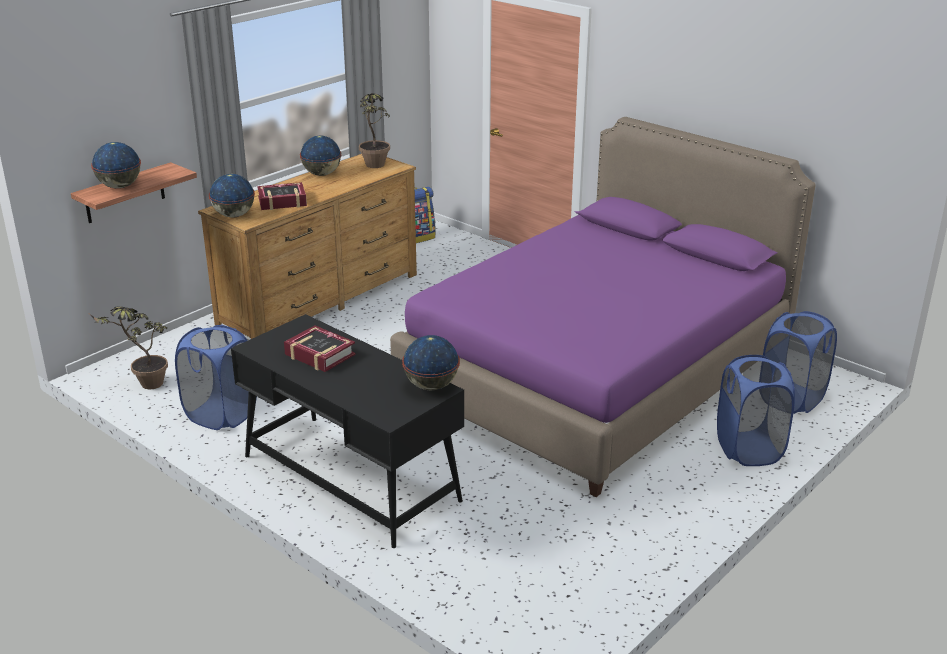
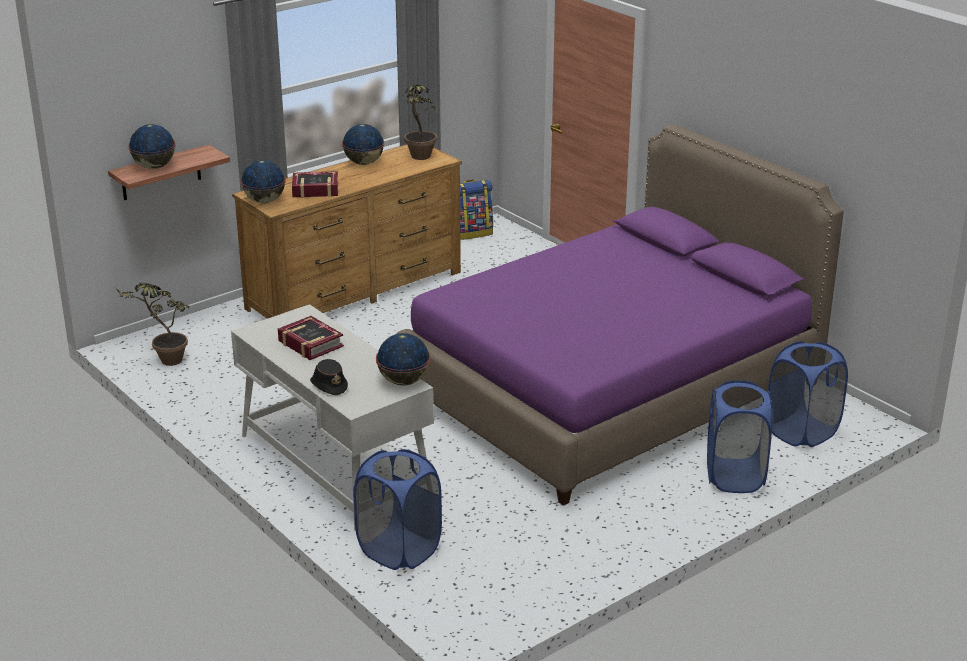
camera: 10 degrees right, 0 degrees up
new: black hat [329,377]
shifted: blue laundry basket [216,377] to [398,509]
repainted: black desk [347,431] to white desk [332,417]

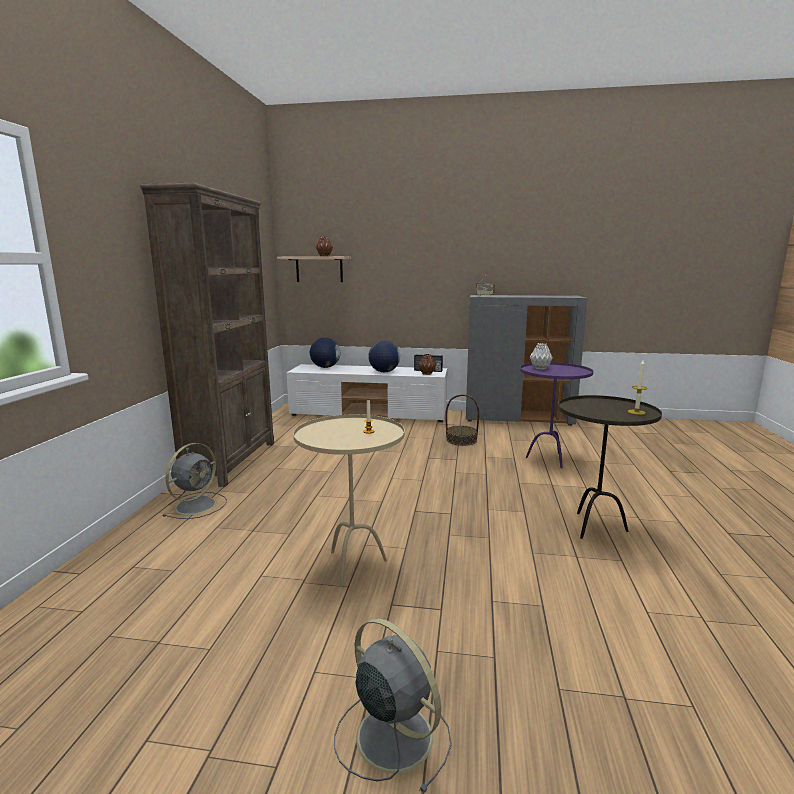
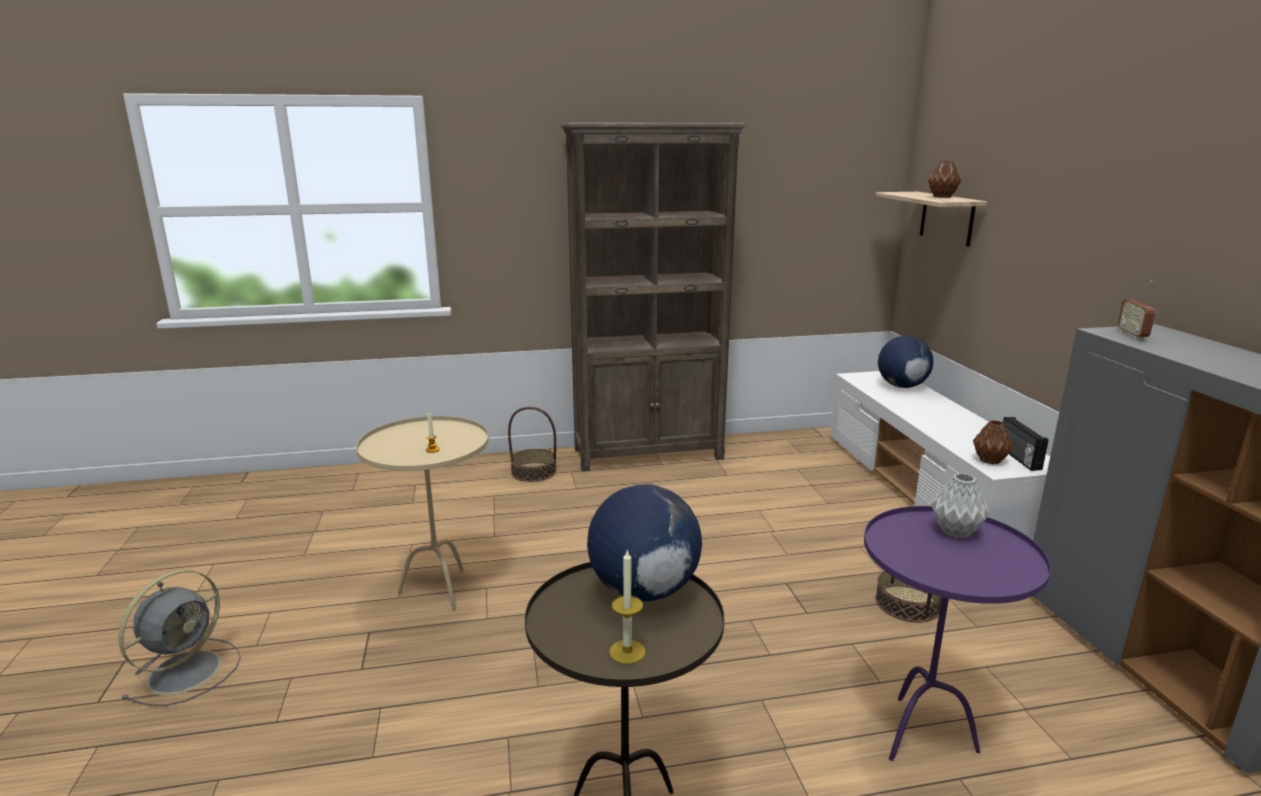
camera: 70 degrees right, 5 degrees up
shifted: globe [384,356] to [644,542]
swapped: grey fan [195,481] to basket [532,444]

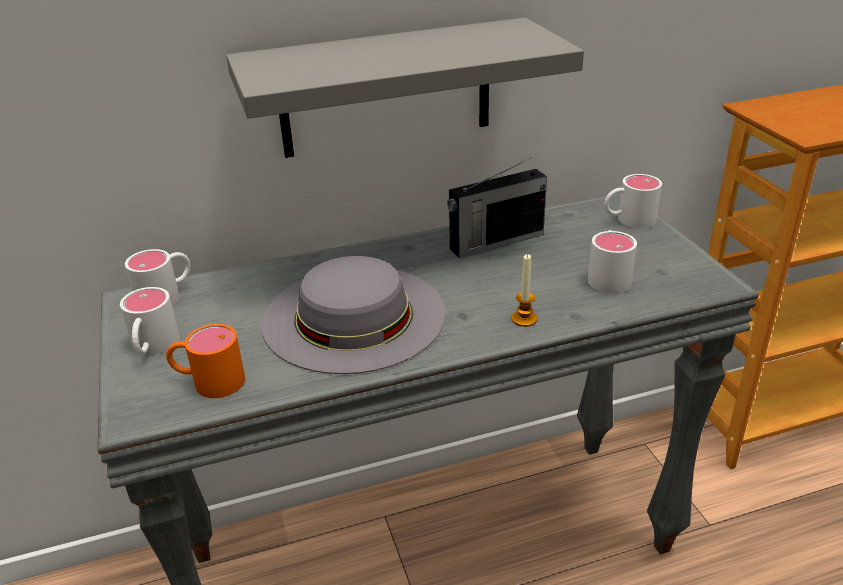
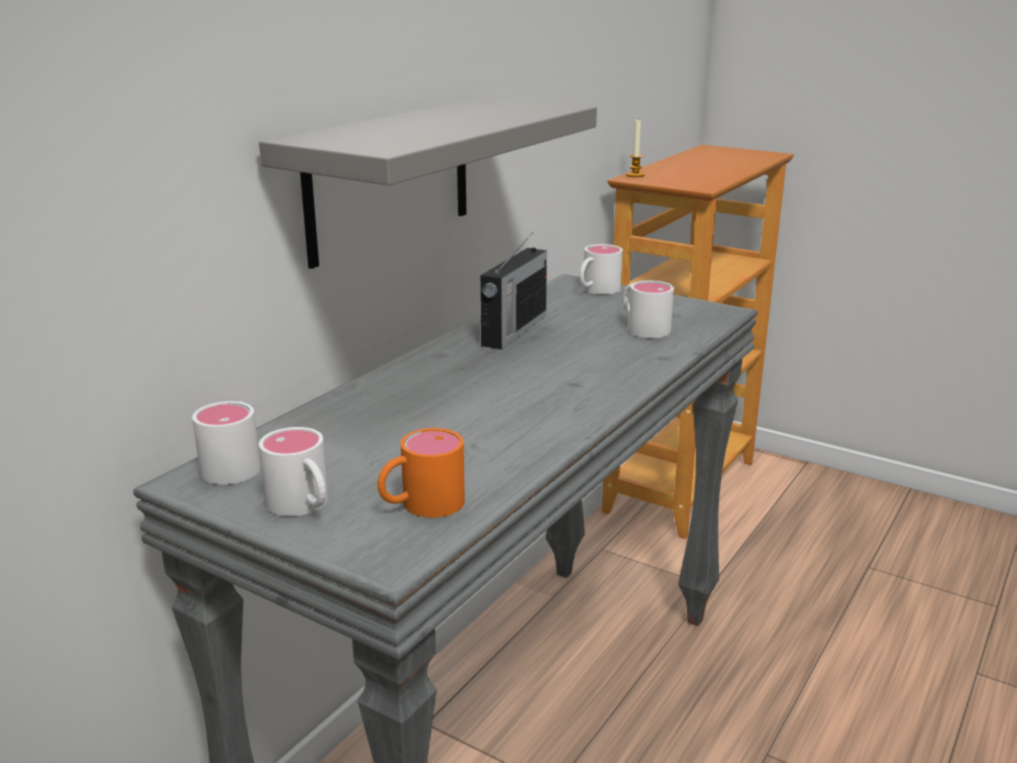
camera: 40 degrees left, 10 degrees down
gone: grey hat [353,315]
shifted: candle [524,290] to [635,148]

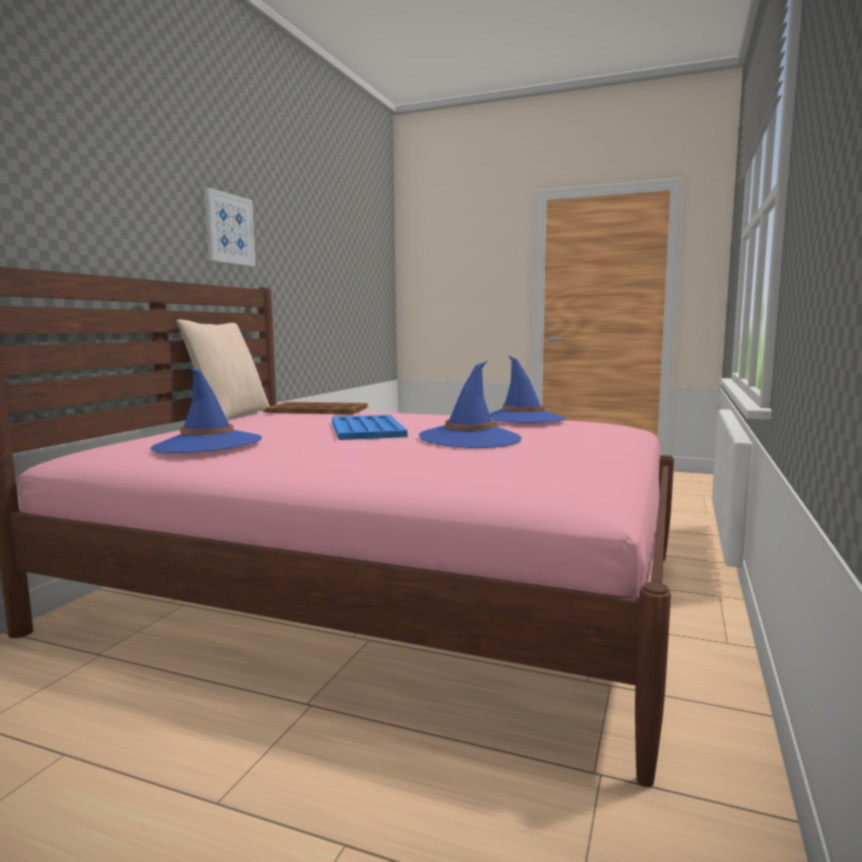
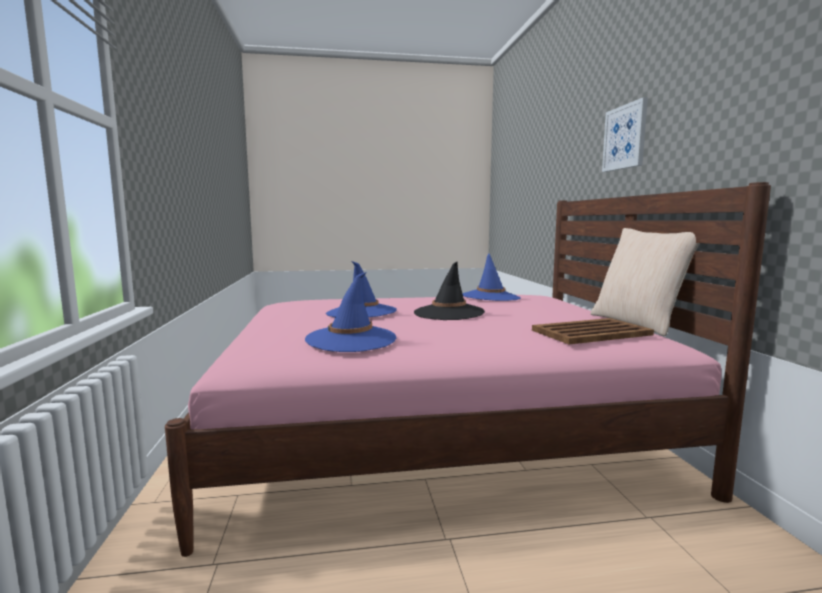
camera: 150 degrees right, 0 degrees up
shifted: picture [230,227] to [625,134]
swapped: blue tray [370,427] to black hat [449,290]

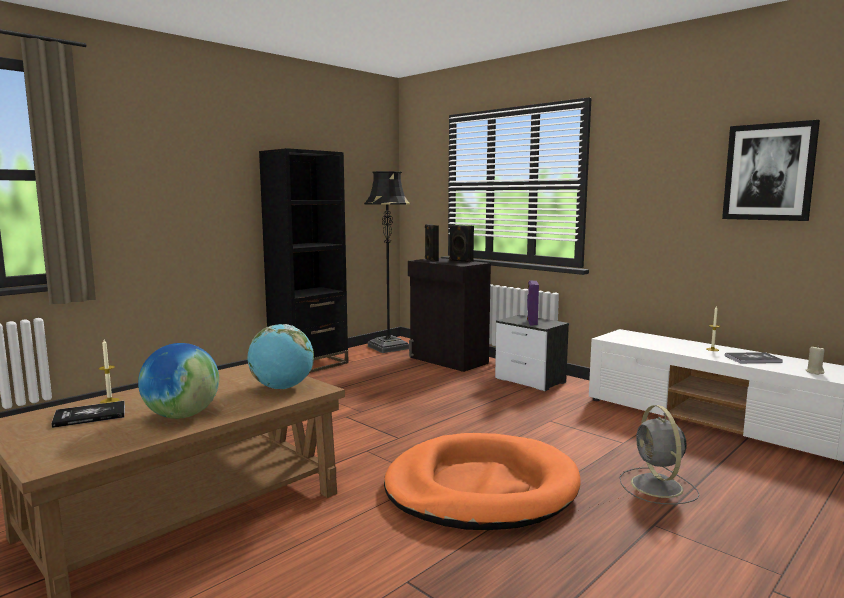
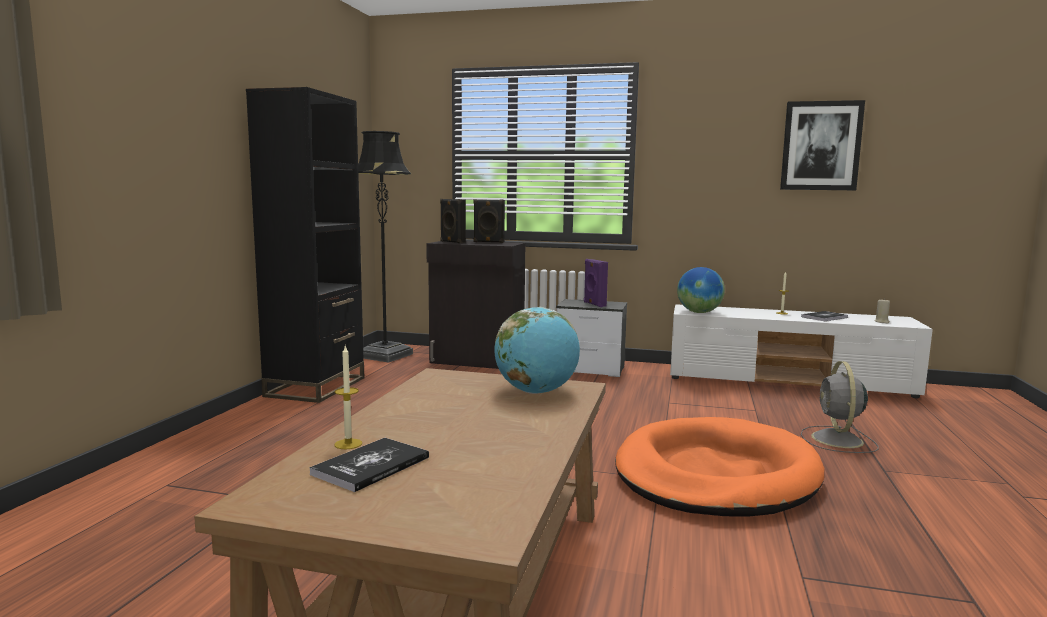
camera: 30 degrees left, 0 degrees up
shifted: globe [178,381] to [701,290]
rotated: grey fan [660,454] = [840,407] 45 degrees clockwise

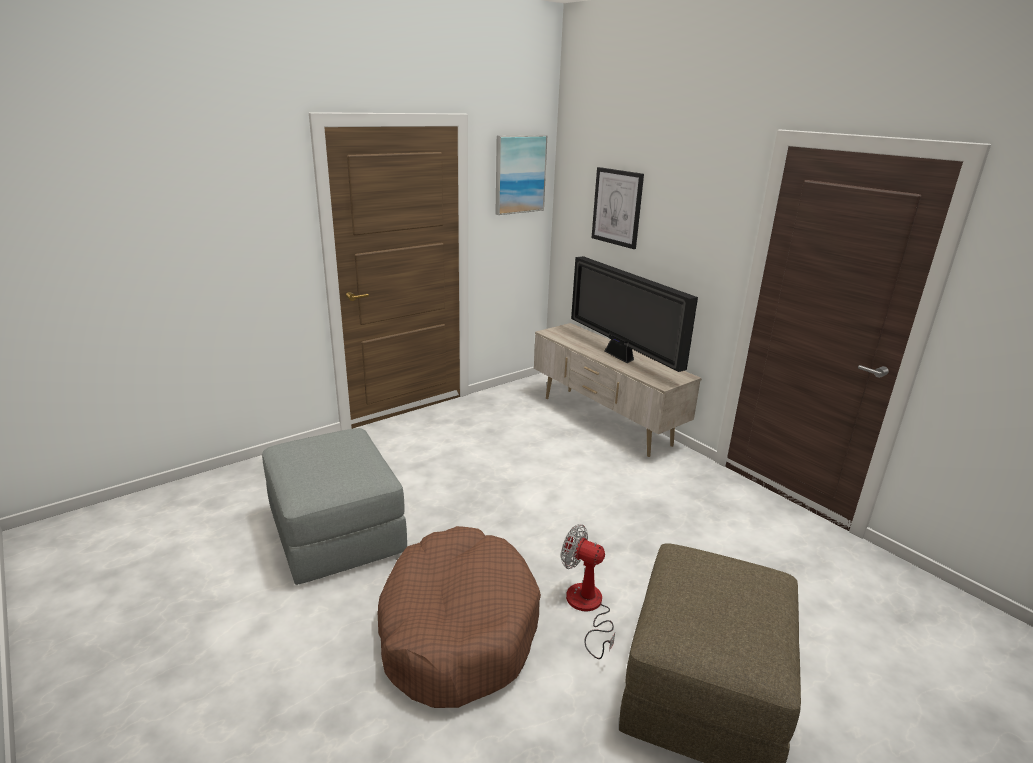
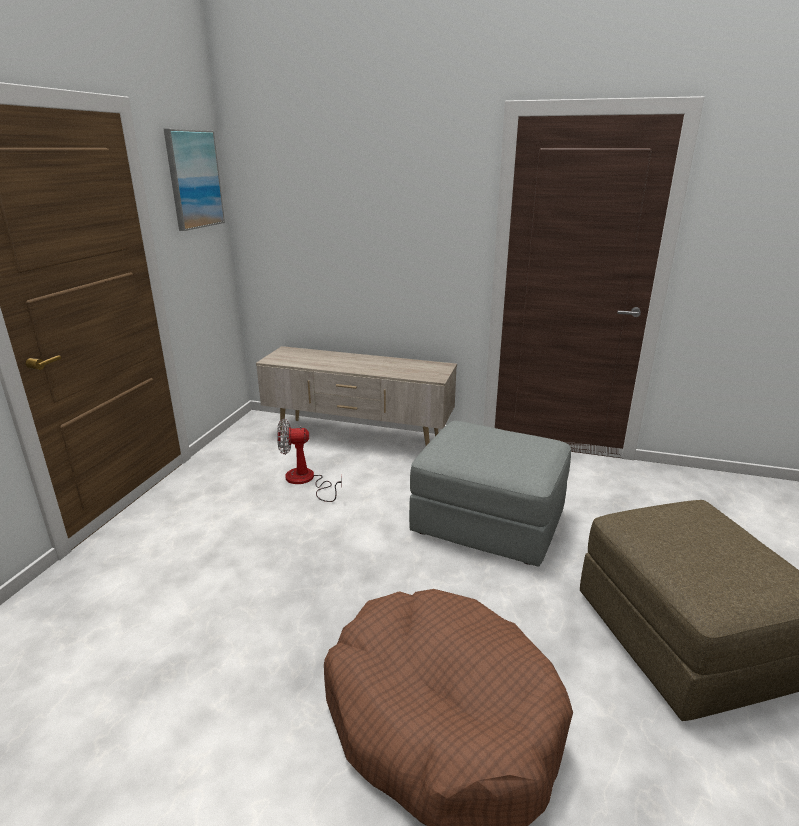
camera: 35 degrees left, 0 degrees up
gone: television [634,314]; picture [618,208]
shifted: grey ottoman [334,506] to [490,494]; fan [588,591] to [309,460]

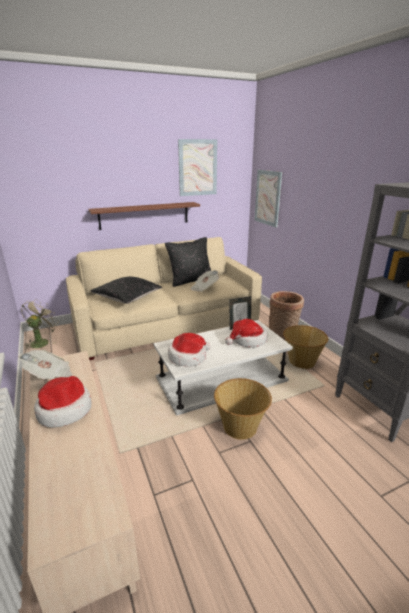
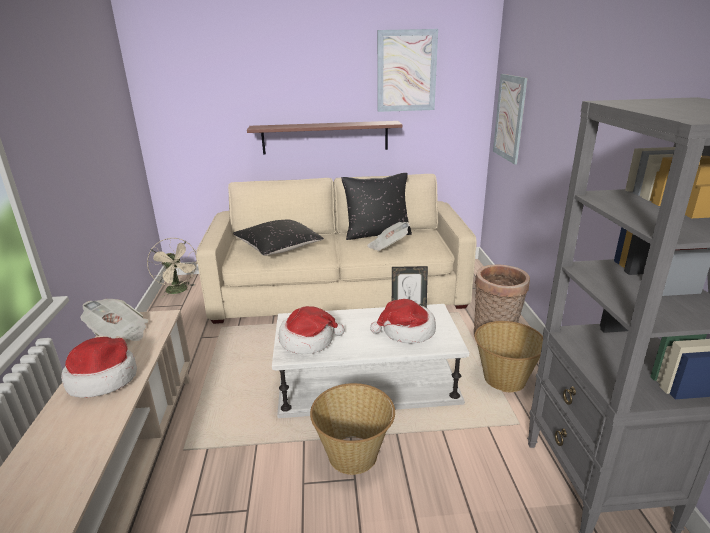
camera: 20 degrees right, 0 degrees up
rotated: beige fan [40,324] = [172,268] 105 degrees clockwise

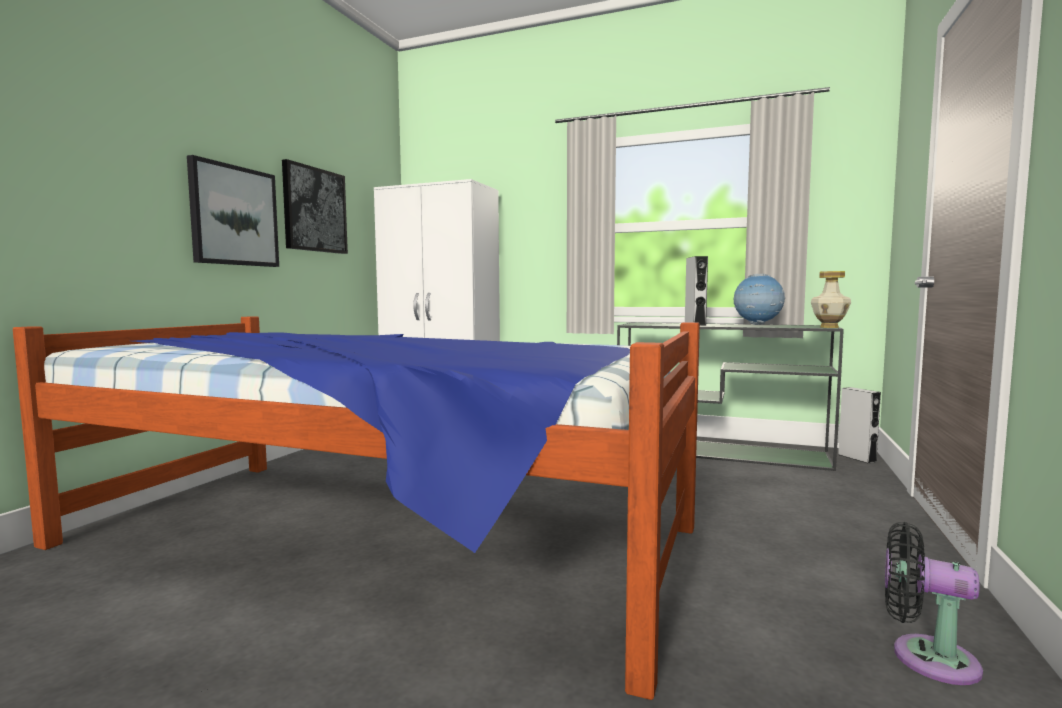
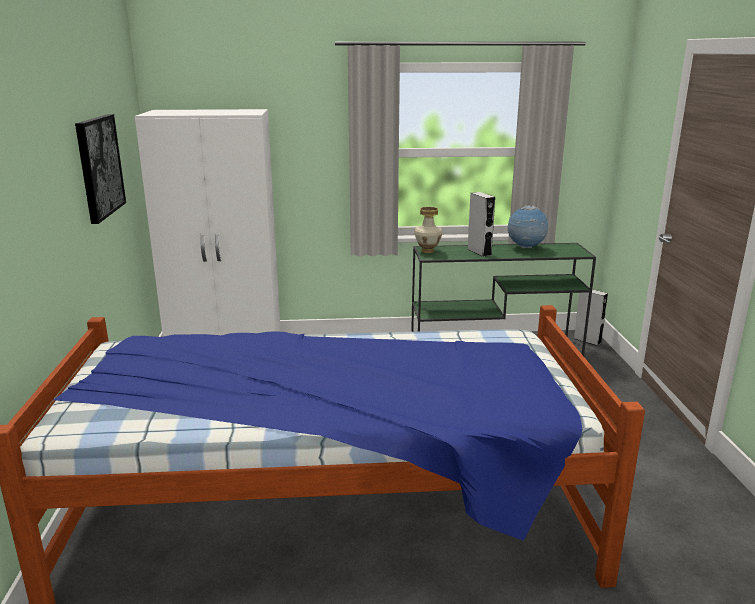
camera: 25 degrees left, 15 degrees up
gone: picture [233,211]; black fan [934,603]
shifted: vase [831,299] to [429,230]

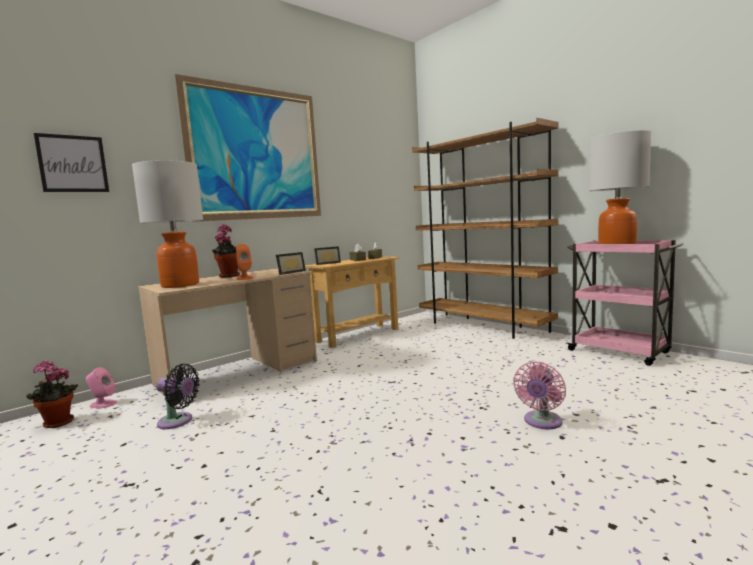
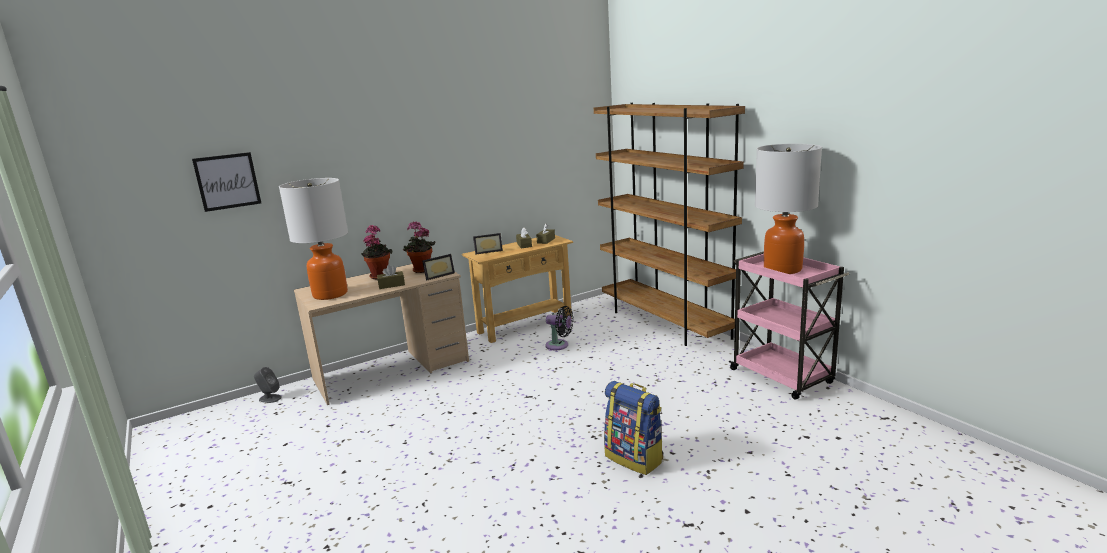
camera: 10 degrees right, 10 degrees up
gone: picture [248,148]
shifted: potted plant [52,394] to [419,247]; black fan [178,396] to [559,328]
swapped: orange speaker [245,262] to brown tissue box [391,277]; pink fan [539,395] to backpack [633,428]
repainted: pink speaker [101,388] to grey speaker [268,385]

